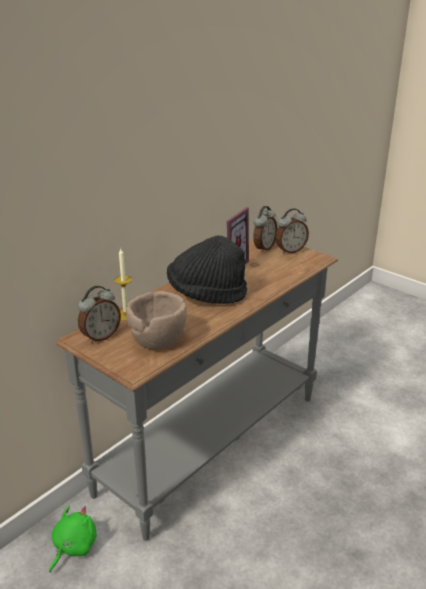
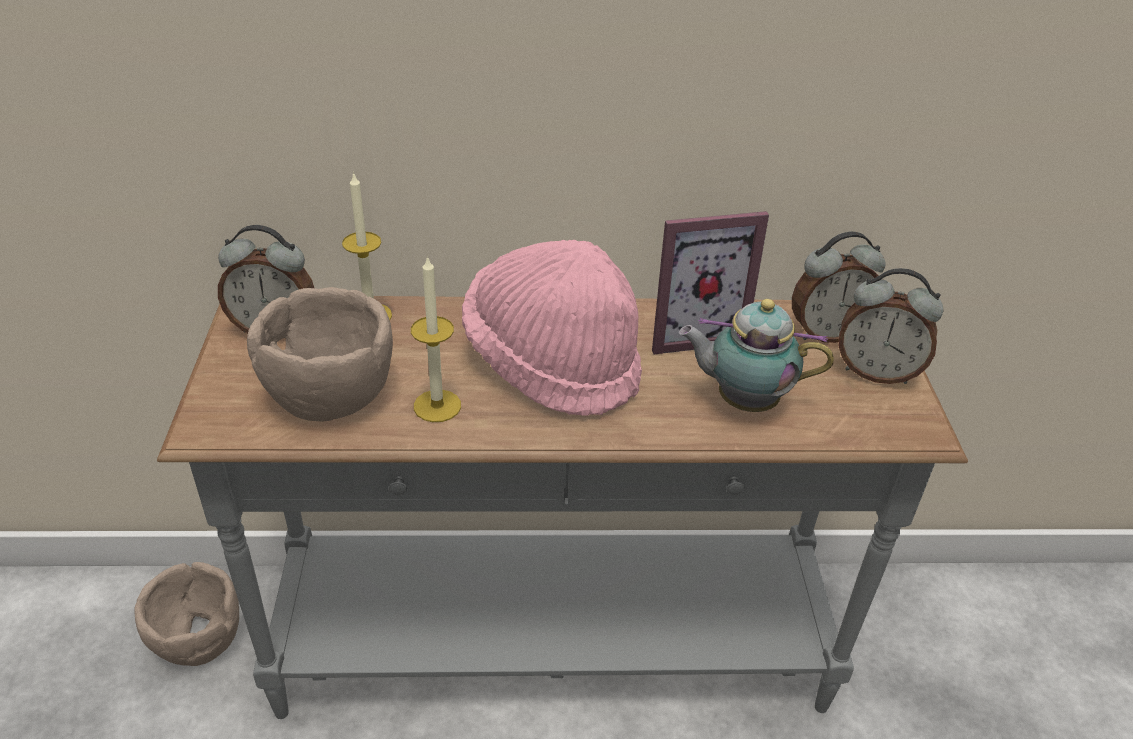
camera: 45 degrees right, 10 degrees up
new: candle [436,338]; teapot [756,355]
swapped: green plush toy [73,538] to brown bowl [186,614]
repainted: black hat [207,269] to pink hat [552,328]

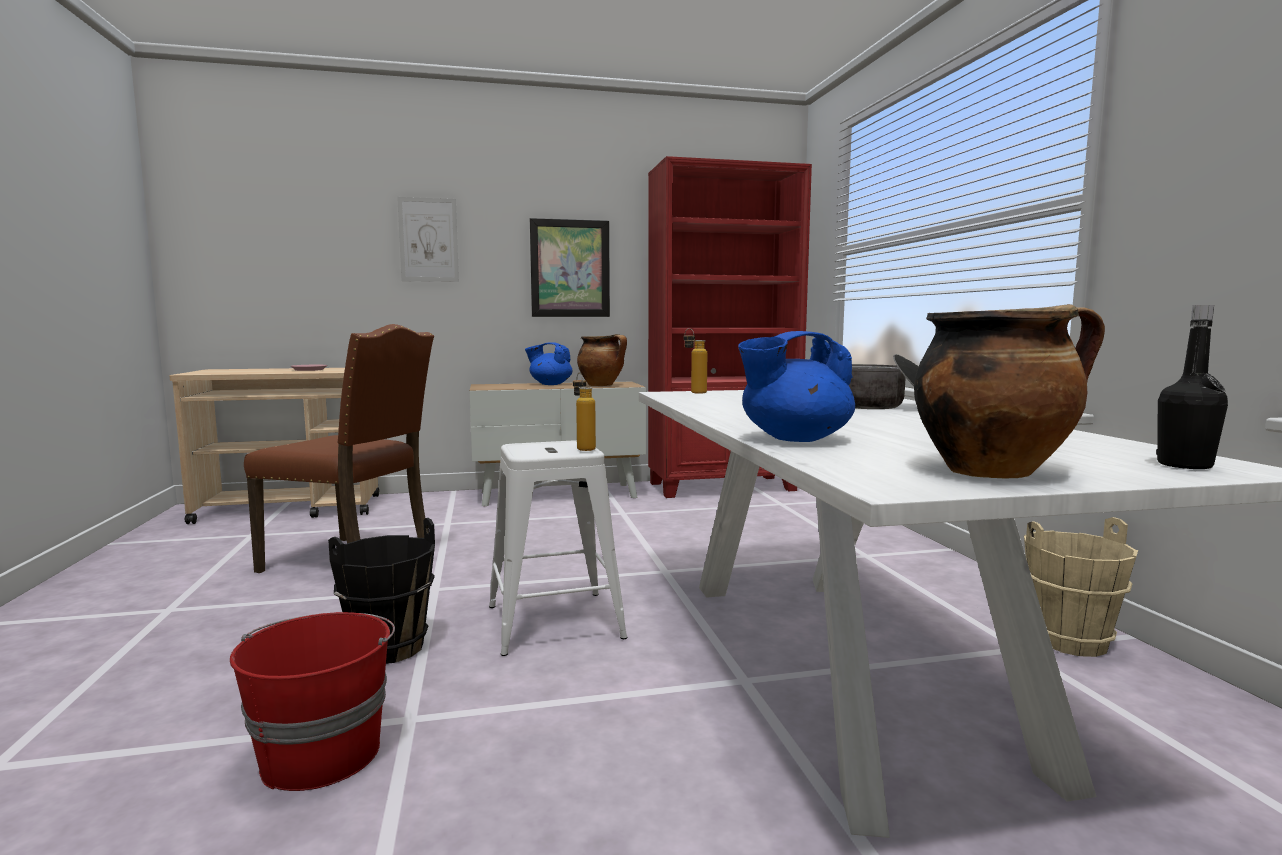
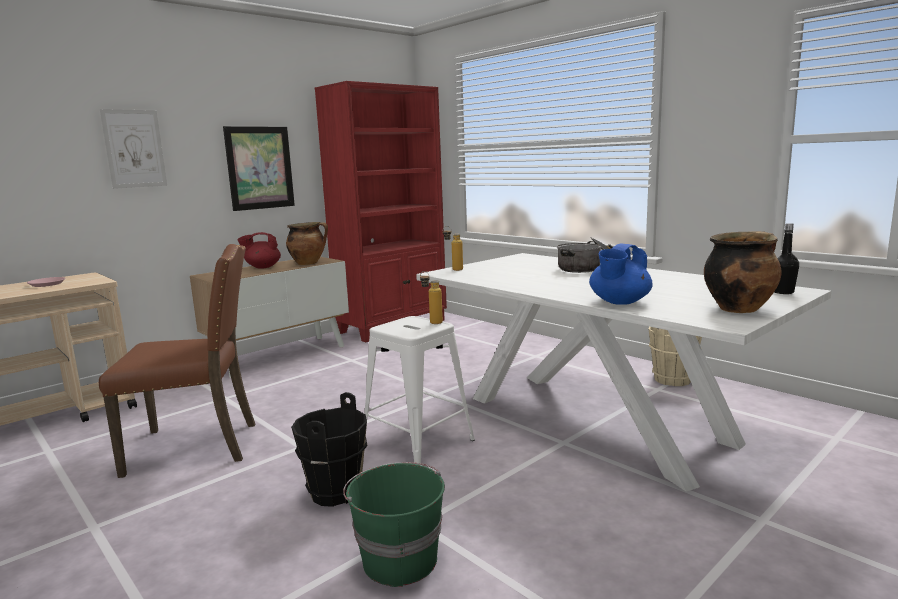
camera: 30 degrees left, 5 degrees up
repainted: red bucket [312,701] to green bucket [394,524]; blue teapot [548,363] to red teapot [259,250]

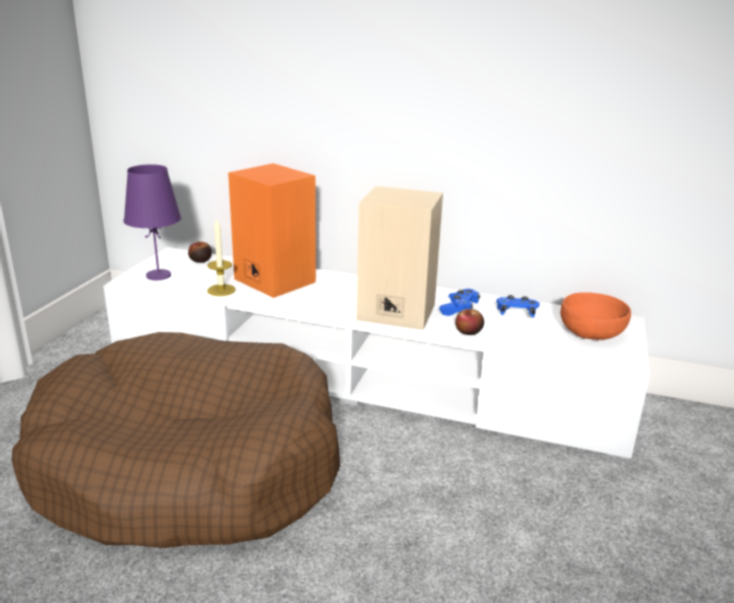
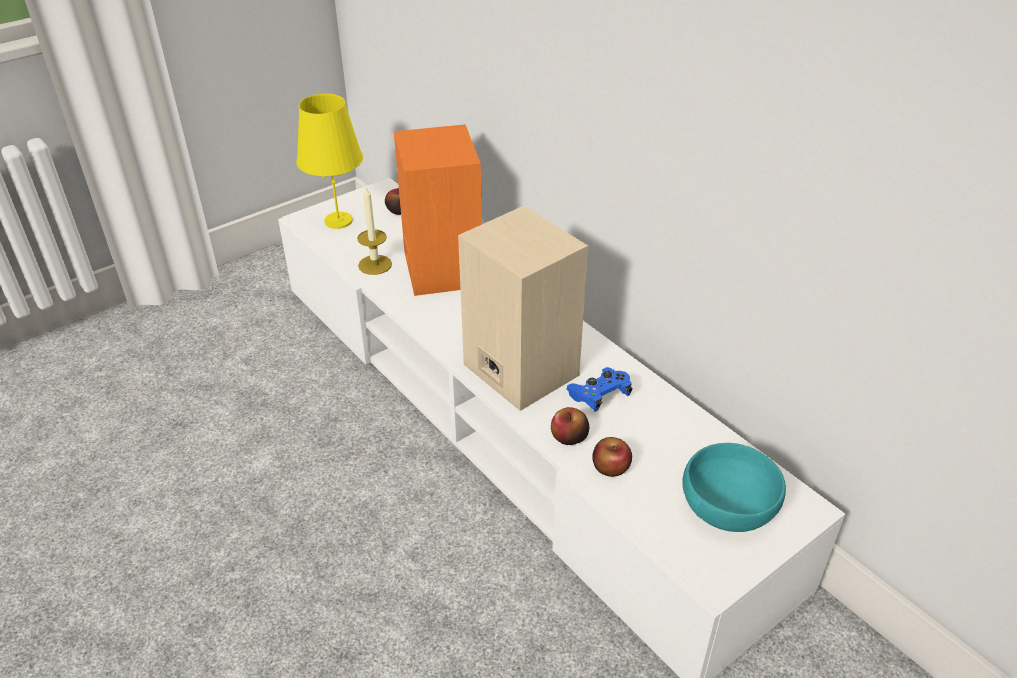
camera: 35 degrees right, 15 degrees up
gone: brown dog bed [176,440]; blue game controller [518,306]
new: apple [612,457]
repainted: purple table lamp [152,222] to yellow table lamp [329,161]; orange bowl [595,316] to turquoise bowl [734,487]

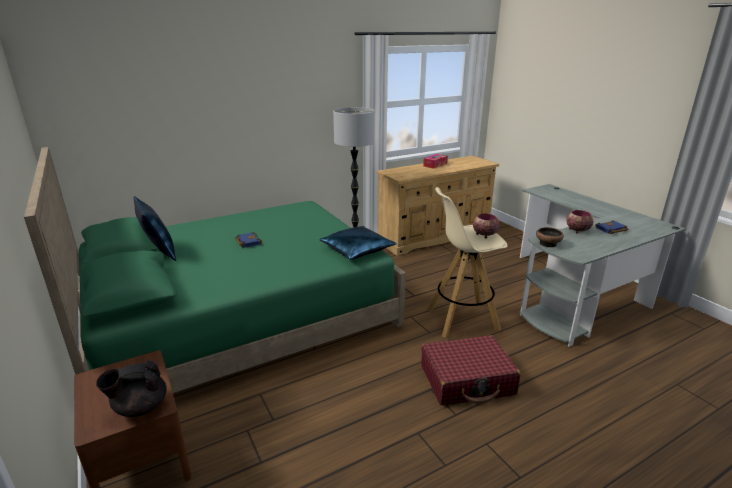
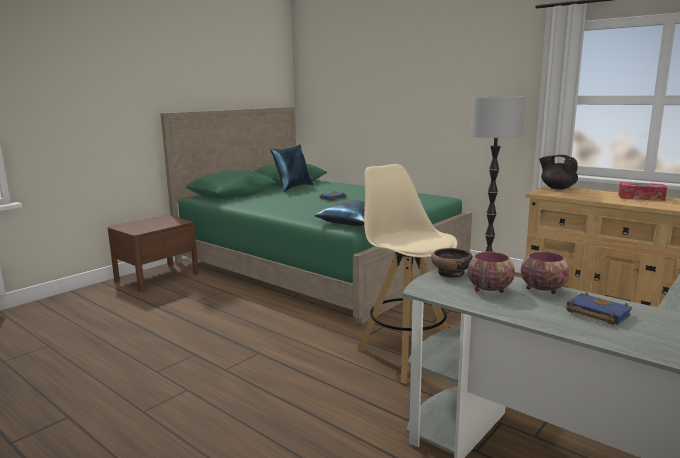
camera: 70 degrees right, 10 degrees down
gone: red suitcase [470,370]
shifted: black teapot [131,388] to [558,172]; bowl [486,225] to [491,272]

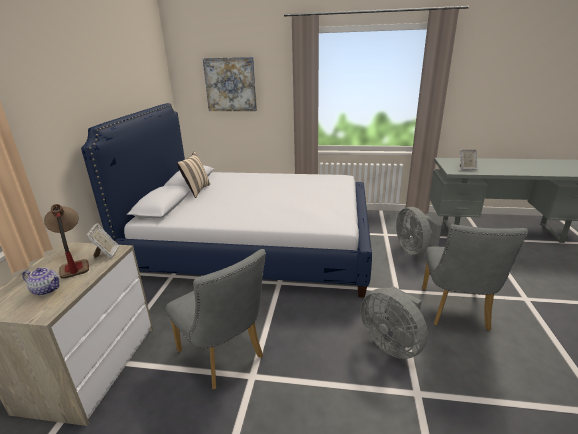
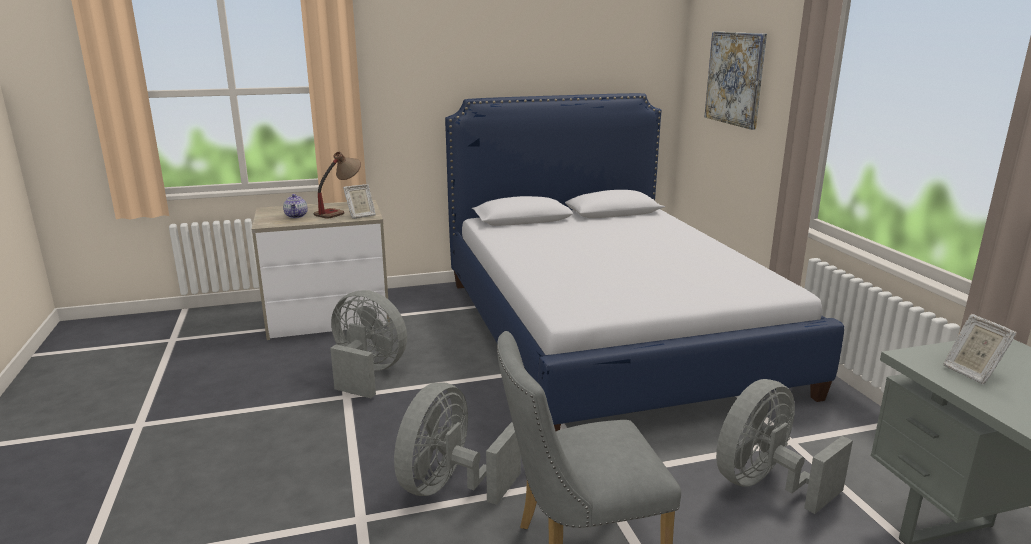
camera: 65 degrees right, 5 degrees down
gone: beige pillow [193,175]
swapped: grey chair [216,319] to grey fan [368,344]

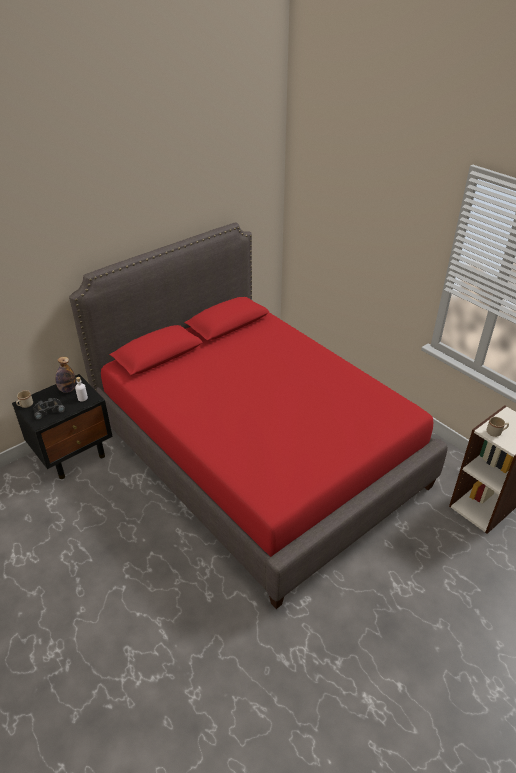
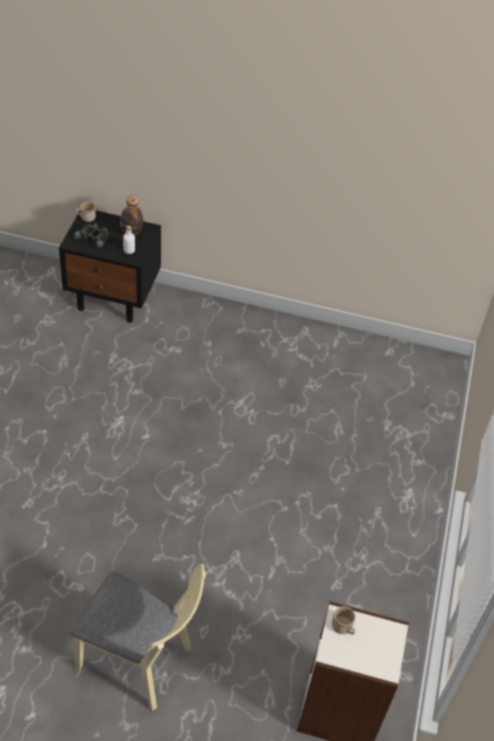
camera: 50 degrees right, 10 degrees up
gone: red bed [258,415]
new: beige chair [138,637]

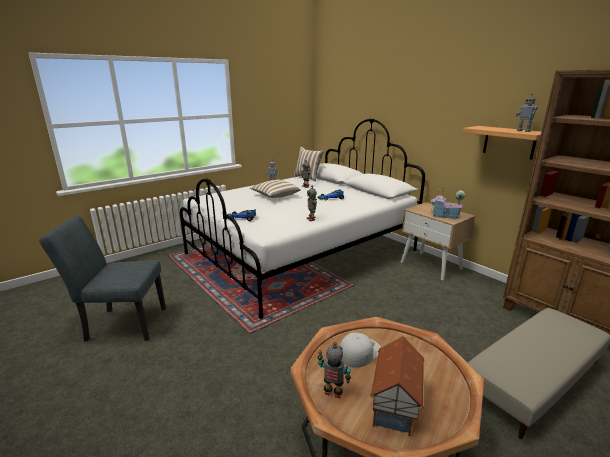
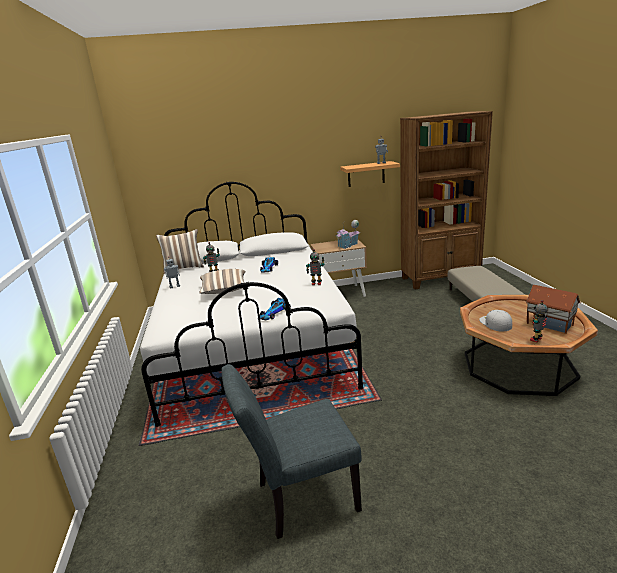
camera: 60 degrees left, 0 degrees up
rotated: grey chair [102,278] = [291,451] 45 degrees clockwise

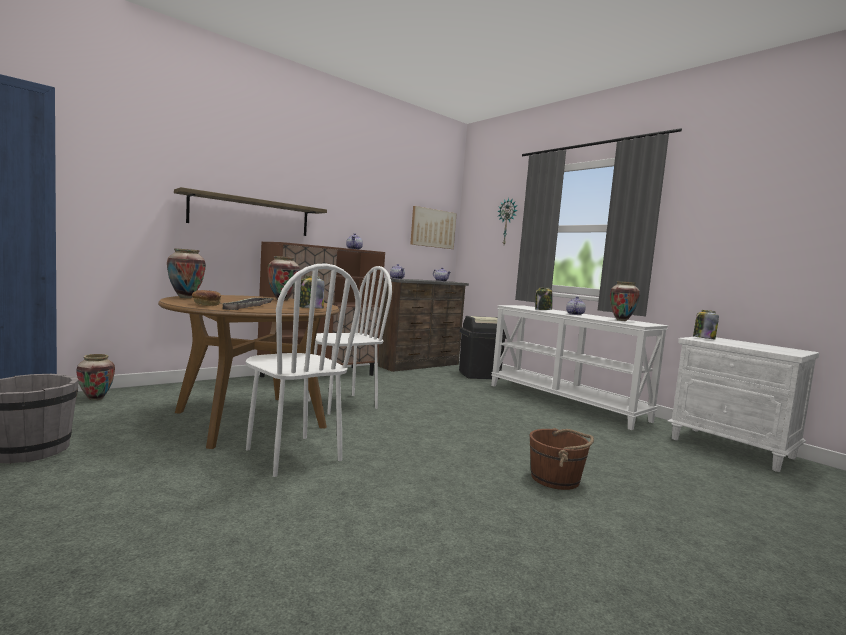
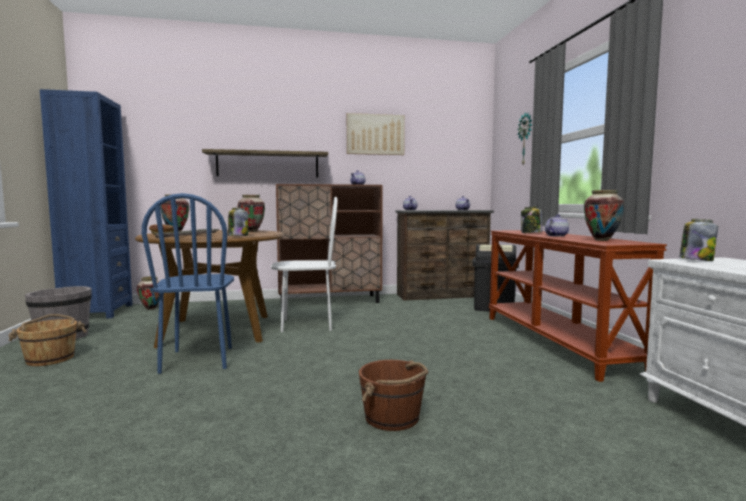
camera: 30 degrees right, 0 degrees up
new: brown bucket [47,340]
shifted: picture [433,227] to [376,134]
repainted: white chair [303,370] to blue chair [188,283]; white console table [579,367] to brown console table [578,306]

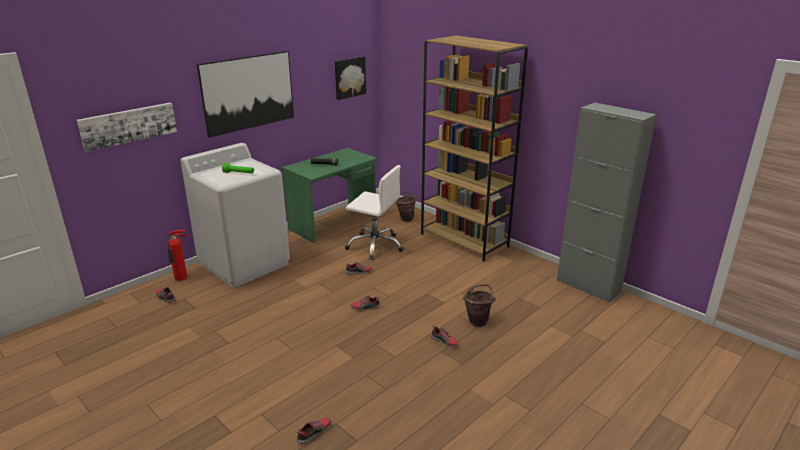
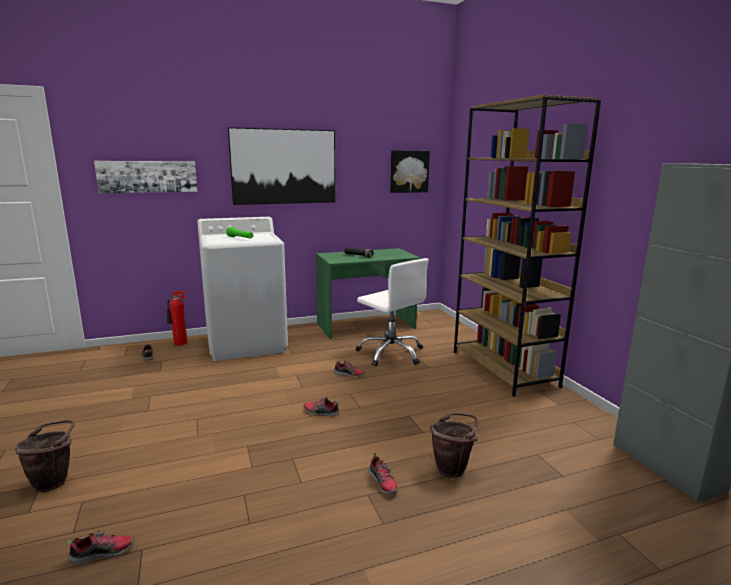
camera: 25 degrees right, 10 degrees down
shifted: brown bucket [406,206] to [44,456]

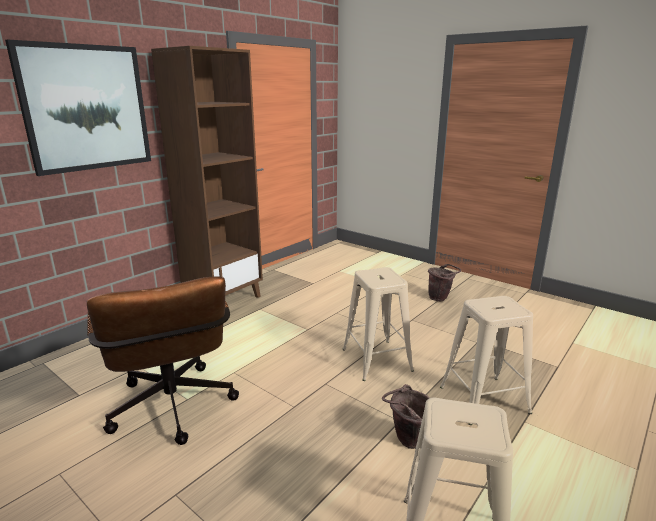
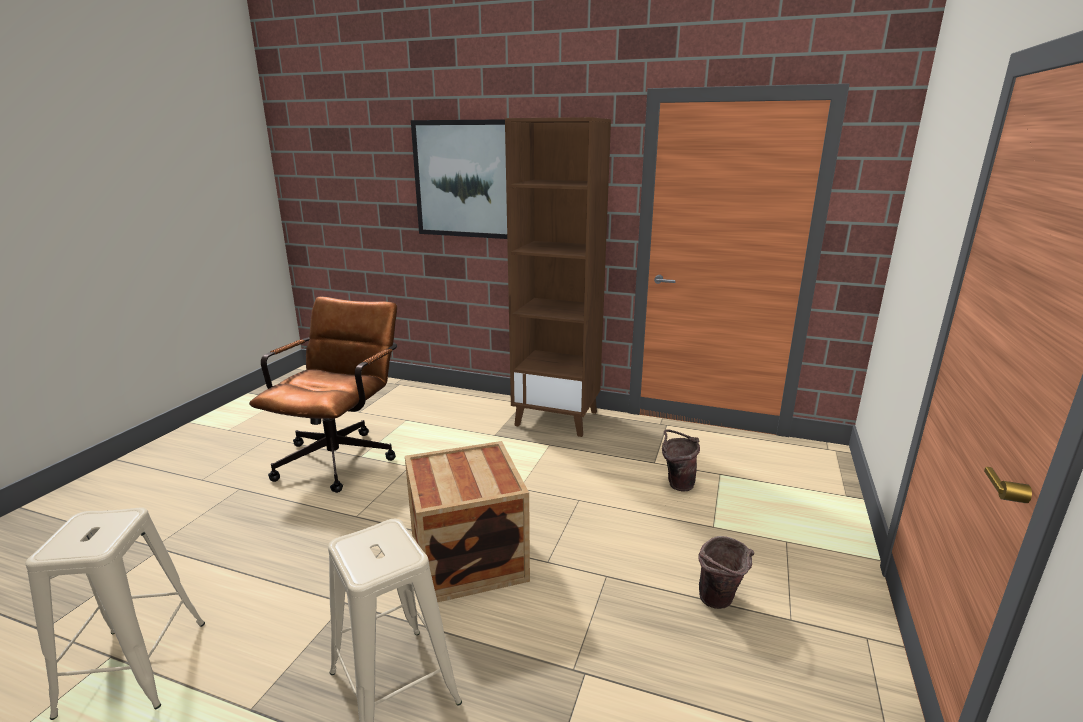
camera: 70 degrees right, 0 degrees up
shifted: brown bucket [406,416] to [681,460]
swapped: beige stool [378,324] to crate [467,521]
rotated: brown office chair [163,360] = [323,395] 150 degrees clockwise

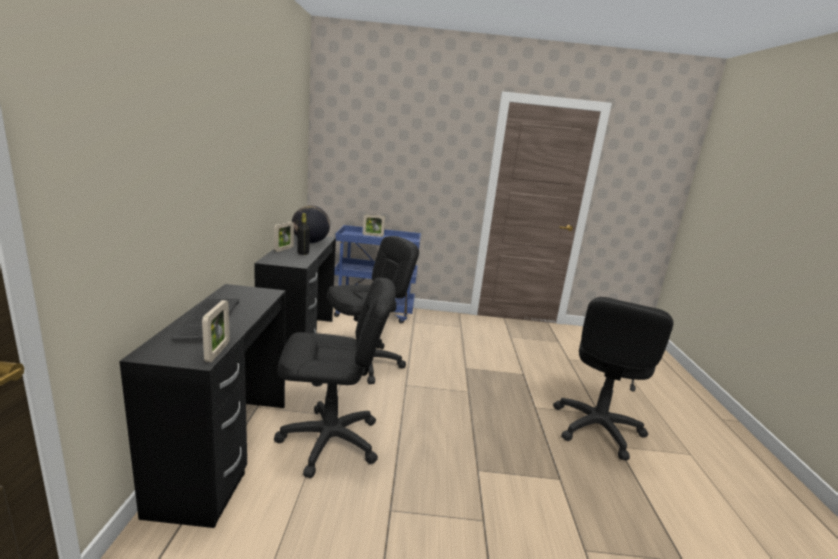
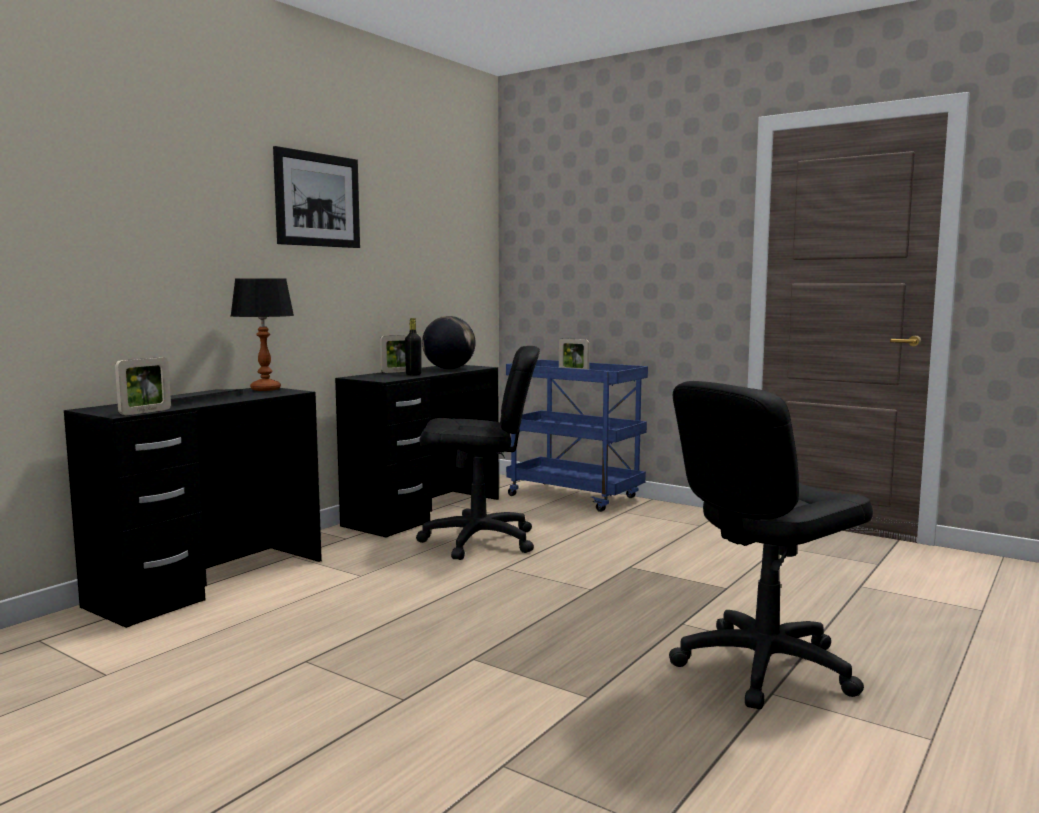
camera: 35 degrees right, 10 degrees down
gone: black office chair [335,378]
new: table lamp [262,334]; picture [316,197]

